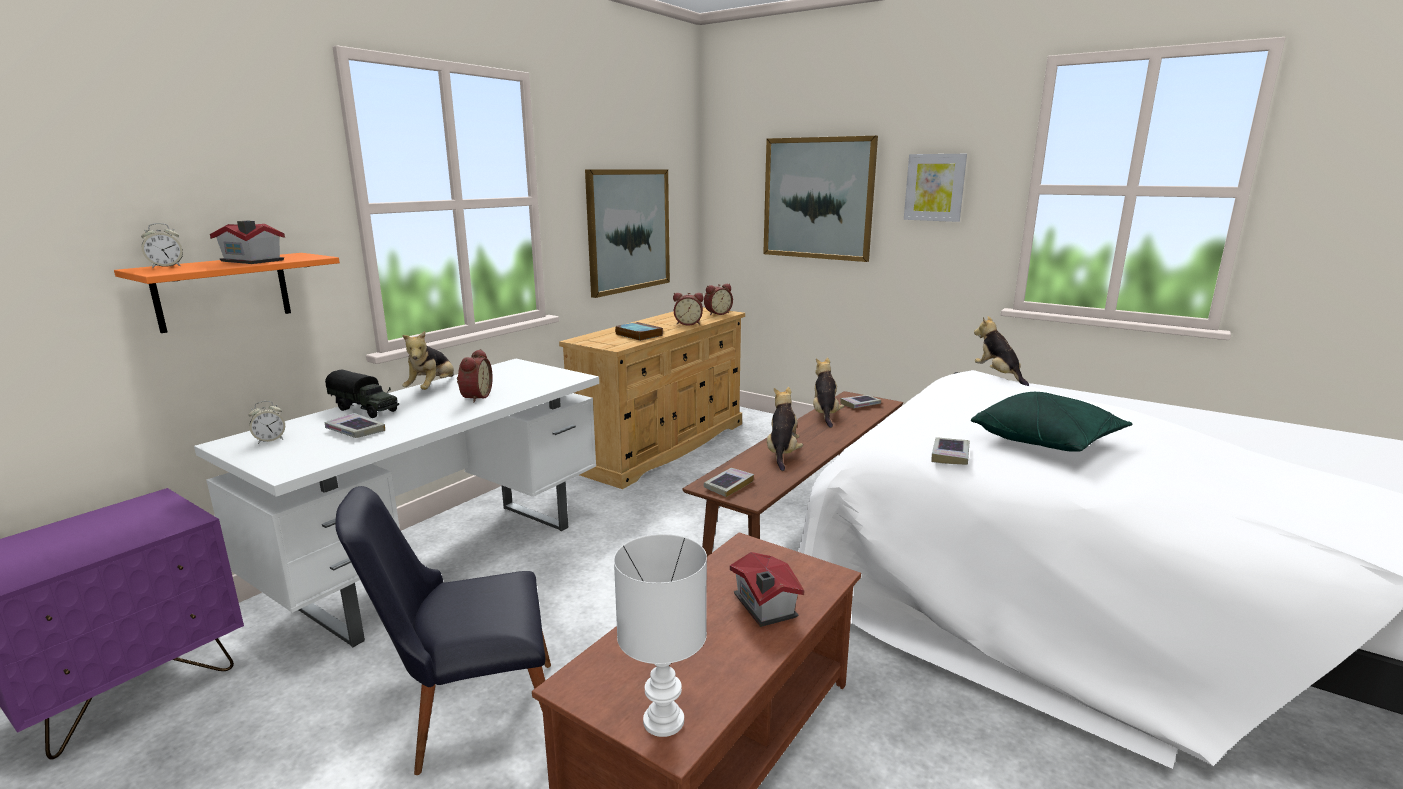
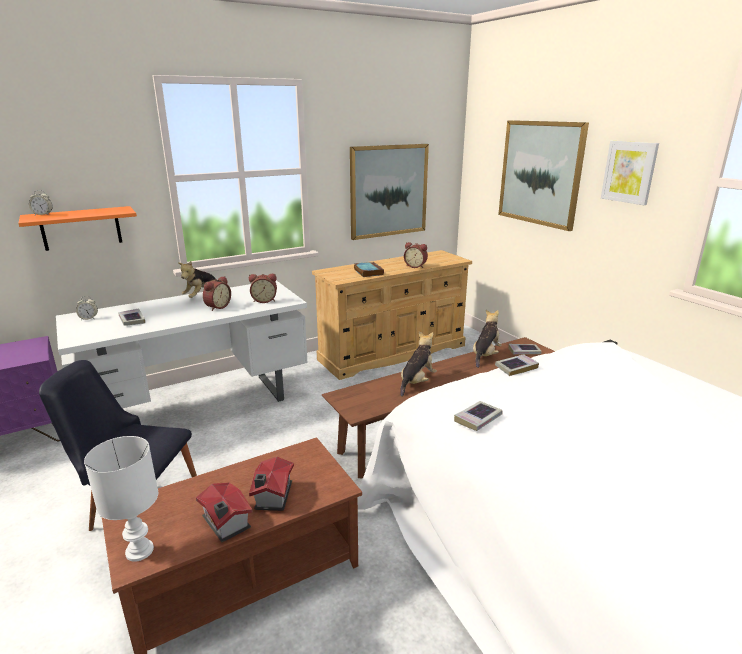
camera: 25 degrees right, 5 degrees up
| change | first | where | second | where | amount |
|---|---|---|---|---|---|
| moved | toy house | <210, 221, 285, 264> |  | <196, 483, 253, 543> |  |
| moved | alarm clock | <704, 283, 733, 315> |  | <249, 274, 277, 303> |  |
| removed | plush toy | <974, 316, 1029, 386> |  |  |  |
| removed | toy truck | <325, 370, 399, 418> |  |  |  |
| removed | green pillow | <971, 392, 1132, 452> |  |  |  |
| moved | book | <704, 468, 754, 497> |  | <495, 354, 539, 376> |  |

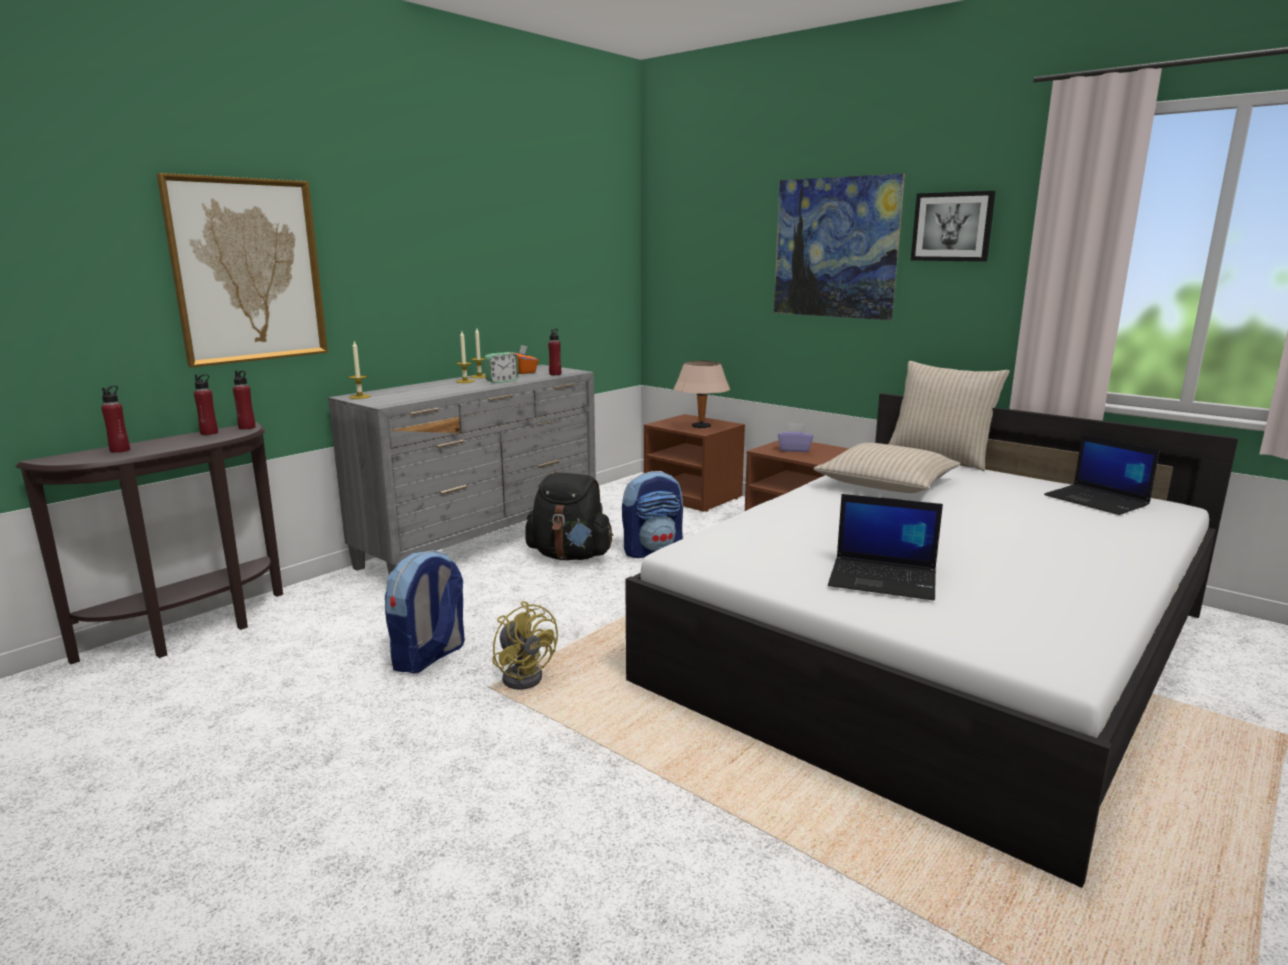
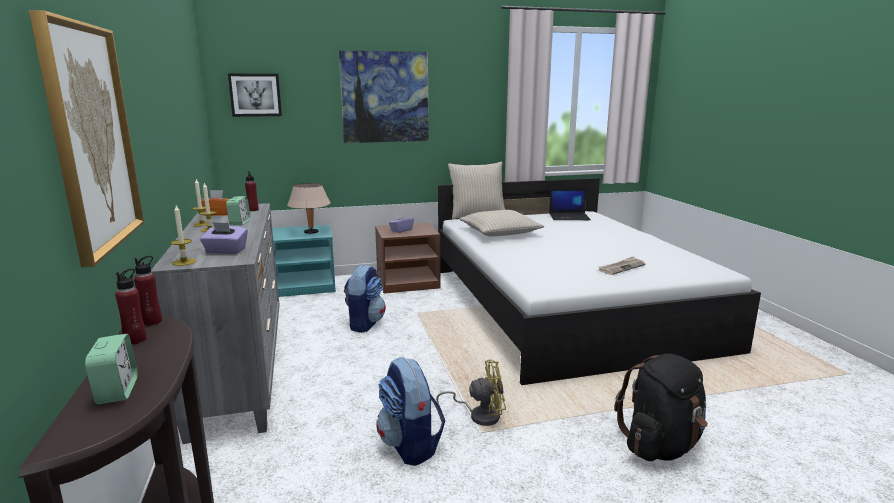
camera: 55 degrees left, 0 degrees up
| change | first | where | second | where | amount |
|---|---|---|---|---|---|
| moved | picture | <911, 191, 996, 262> |  | <228, 74, 282, 117> |  |
| replaced | red bottle | <101, 386, 130, 453> | alarm clock | <85, 334, 138, 404> |  |
| recoloured | brown nightstand | <644, 414, 745, 512> | turquoise nightstand | <272, 225, 336, 297> |  |
| moved | black backpack | <525, 473, 613, 560> |  | <614, 353, 708, 461> |  |
| replaced | laptop | <828, 494, 943, 600> | newspaper | <598, 257, 645, 275> |  |
| added |  |  | purple tissue box | <200, 222, 248, 254> |  |

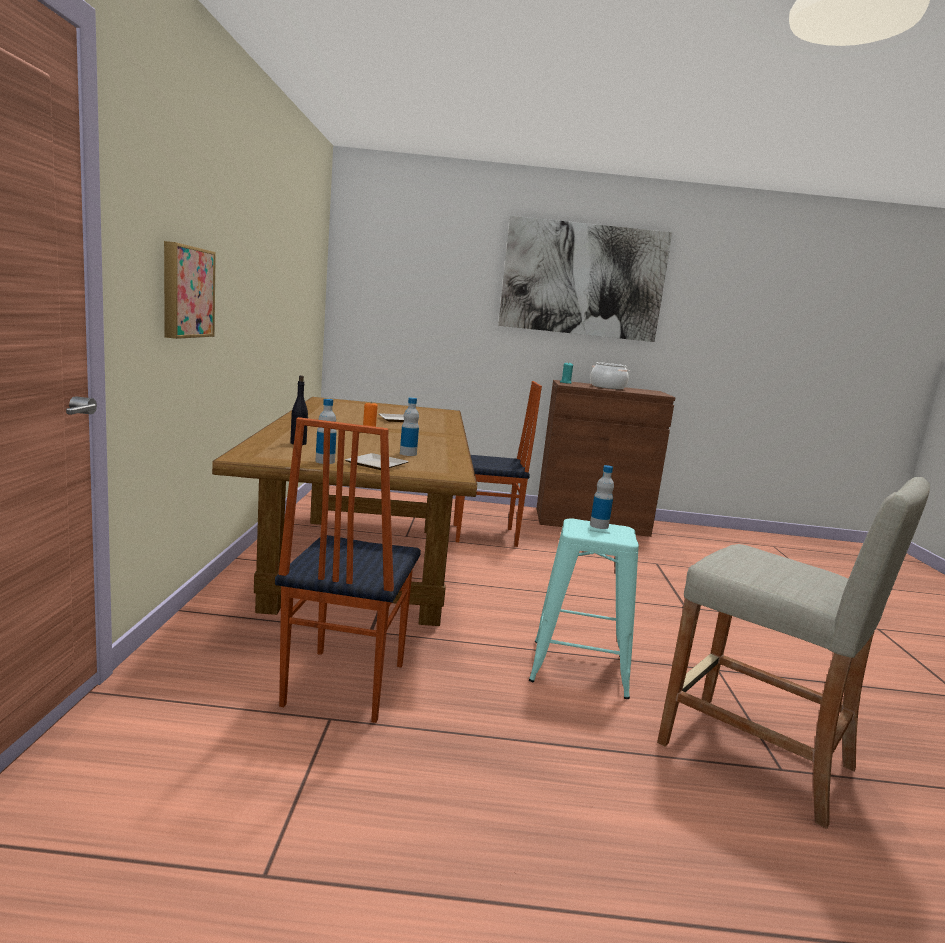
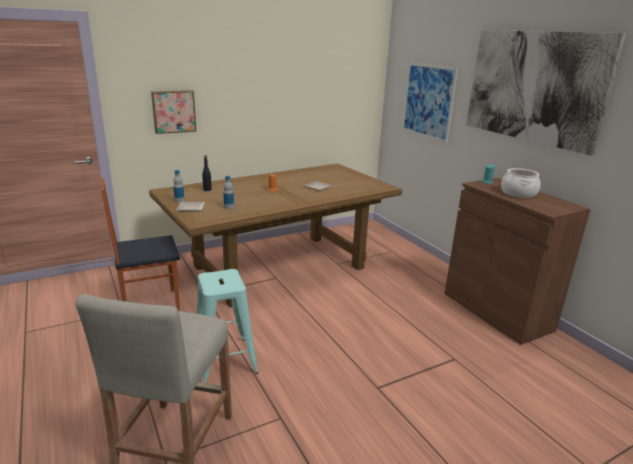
camera: 60 degrees right, 10 degrees up
| change | first | where | second | where | amount |
|---|---|---|---|---|---|
| removed | chair | <453, 381, 542, 547> |  |  |  |
| removed | bottle | <590, 465, 614, 529> |  |  |  |
| added |  |  | picture | <402, 62, 458, 143> |  |

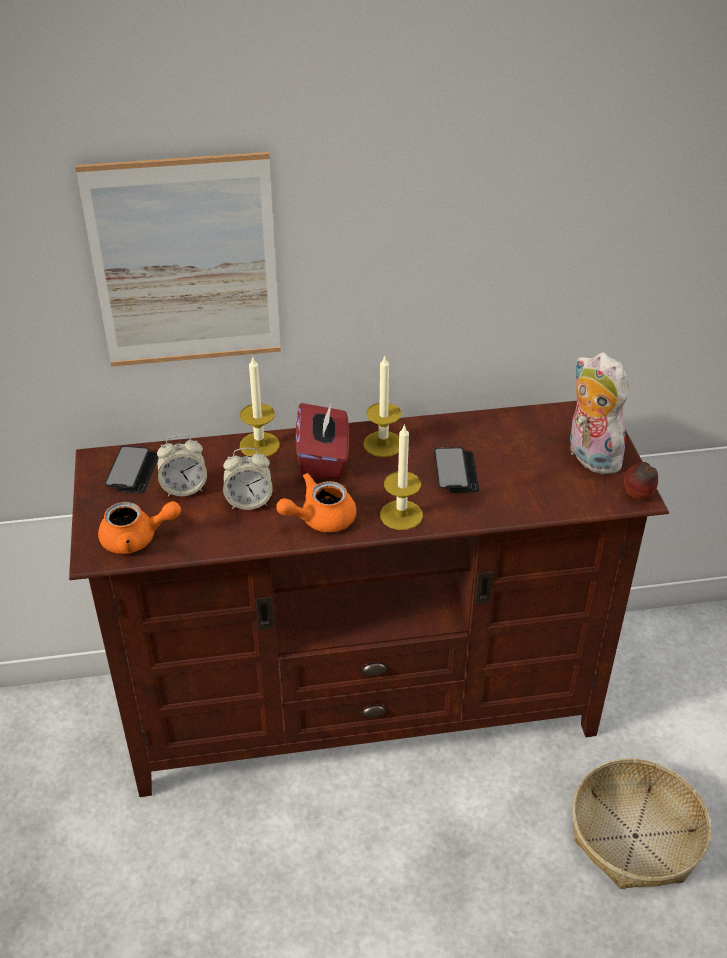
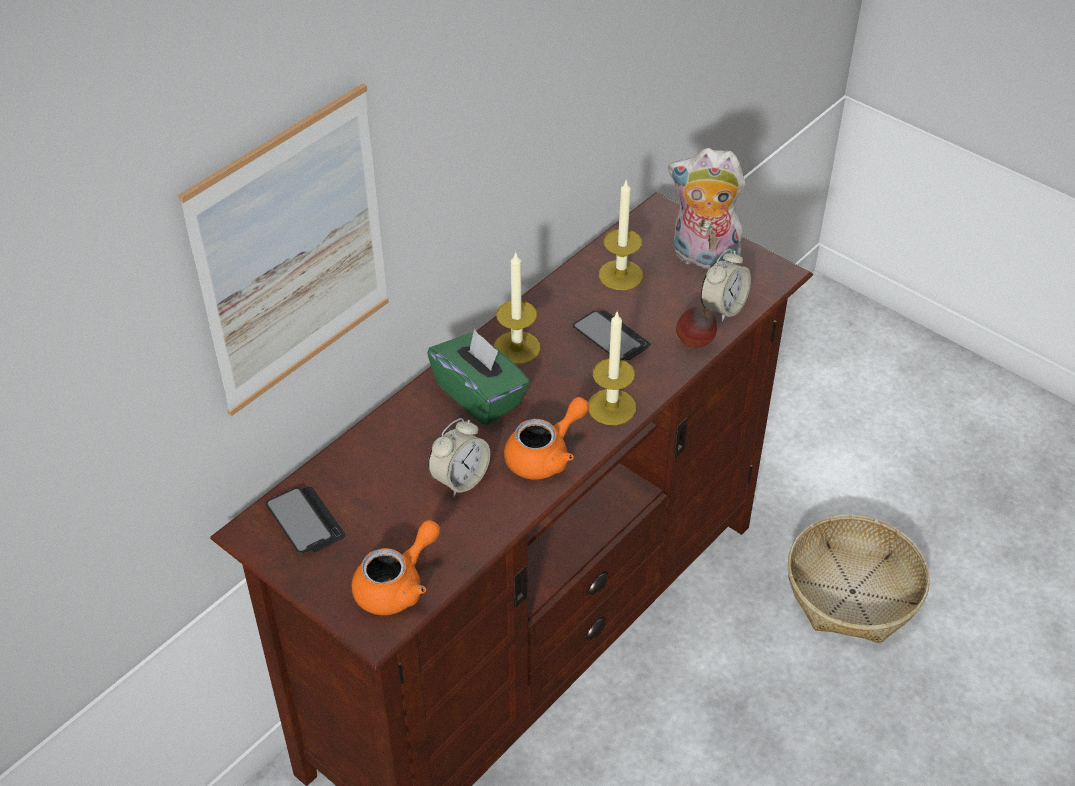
camera: 40 degrees left, 5 degrees up
| change | first | where | second | where | amount |
|---|---|---|---|---|---|
| moved | candle | <240, 356, 280, 457> |  | <599, 180, 643, 290> |  |
| recoloured | red tissue box | <296, 402, 349, 479> | green tissue box | <427, 328, 530, 426> |  |
| moved | alarm clock | <157, 435, 207, 497> |  | <701, 249, 751, 322> |  |
| moved | apple | <624, 462, 658, 500> |  | <676, 307, 717, 348> |  |
| turned | orange teapot | <276, 473, 357, 533> |  | <504, 397, 589, 480> | 150 degrees counterclockwise |

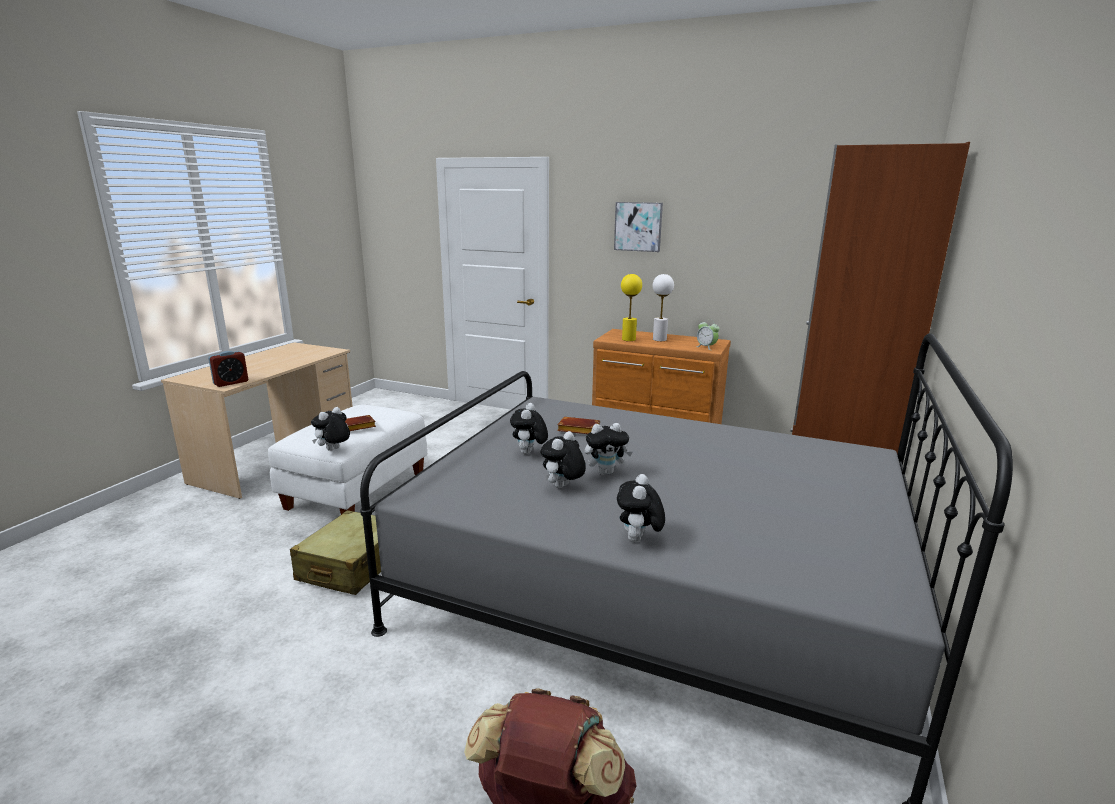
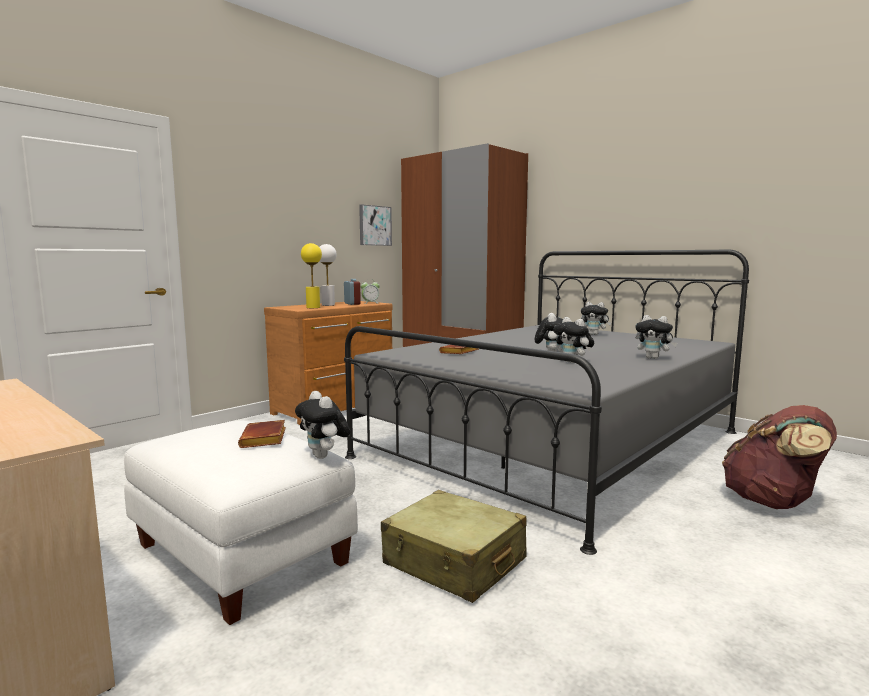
camera: 70 degrees left, 10 degrees down
| change | first | where | second | where | amount |
|---|---|---|---|---|---|
| moved | picture | <614, 202, 663, 252> |  | <359, 204, 392, 246> |  |
| moved | alarm clock | <208, 351, 248, 387> |  | <344, 279, 361, 305> |  |
| moved | plush toy | <510, 403, 548, 454> |  | <581, 302, 612, 335> |  |

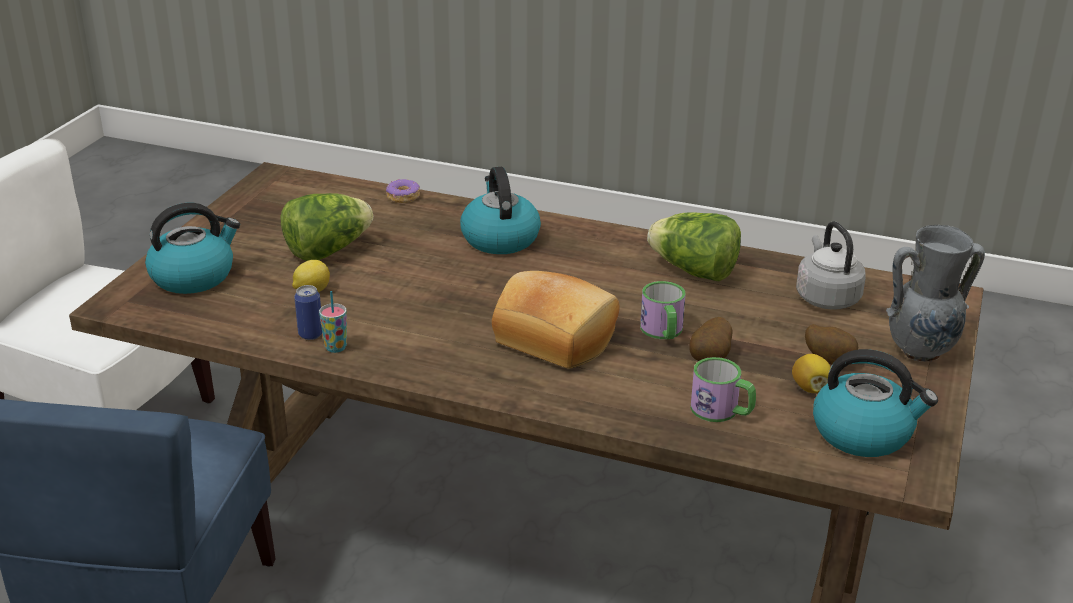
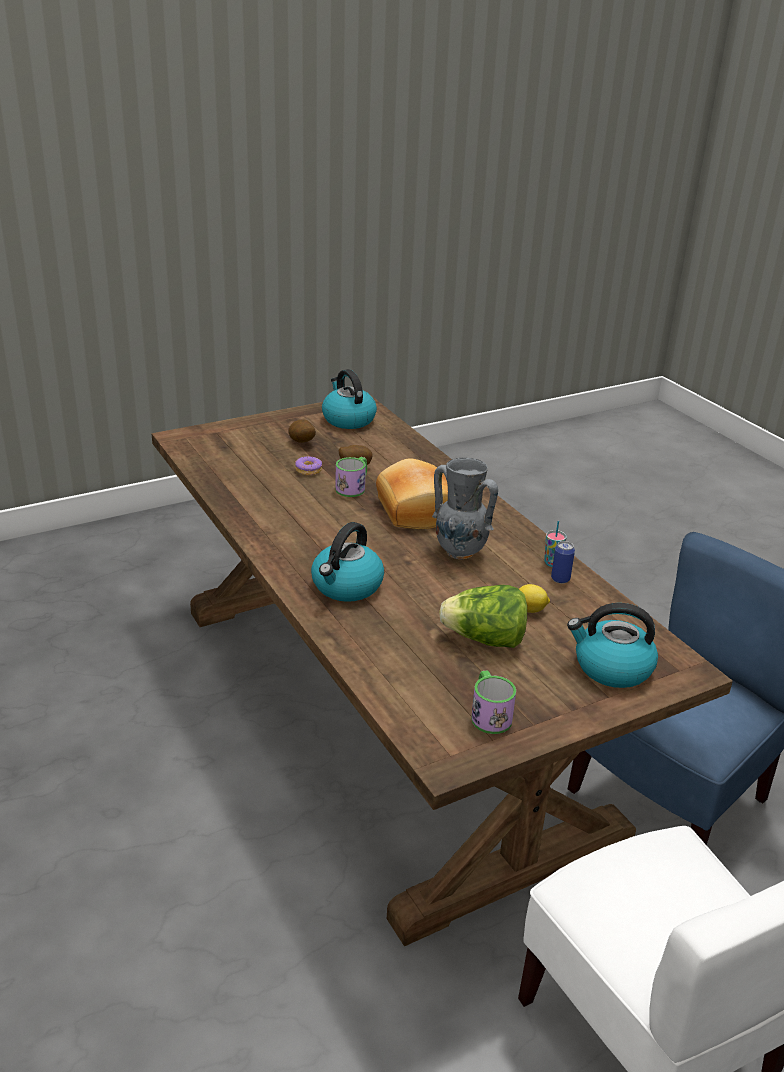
camera: 140 degrees left, 0 degrees up
| change | first | where | second | where | amount |
|---|---|---|---|---|---|
| moved | donut | <386, 179, 420, 203> |  | <295, 456, 322, 475> |  |
| removed | lettuce | <647, 212, 741, 281> |  |  |  |
| removed | grey kettle | <796, 221, 866, 310> |  |  |  |
| moved | grey vase | <886, 225, 985, 362> |  | <432, 458, 498, 559> |  |
| removed | lemon | <792, 354, 831, 393> |  |  |  |
| moved | mug | <691, 357, 756, 422> |  | <471, 670, 516, 734> |  |

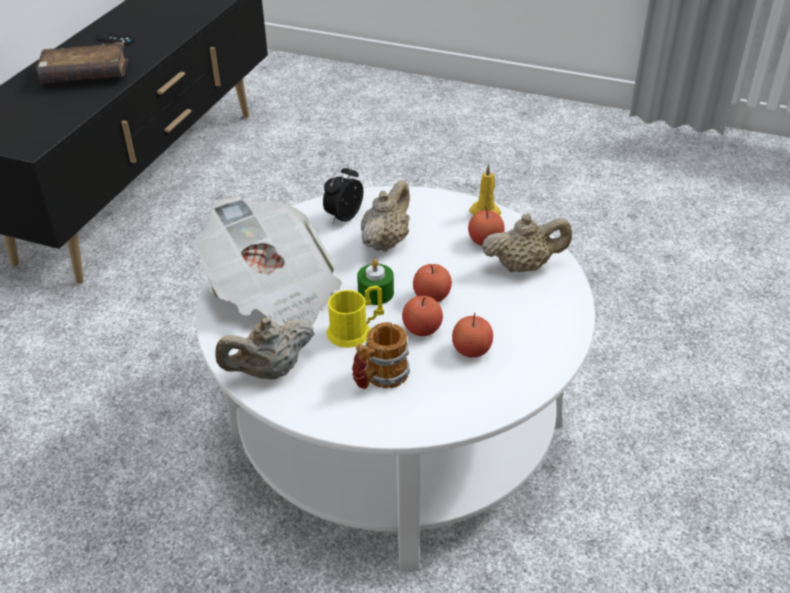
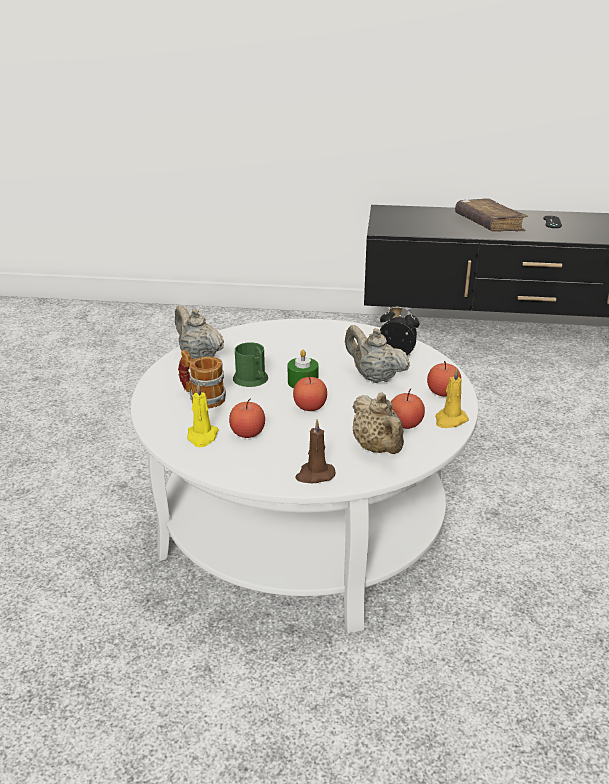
camera: 75 degrees right, 10 degrees down
| change | first | where | second | where | amount |
|---|---|---|---|---|---|
| turned | beige teapot | <361, 180, 410, 252> |  | <345, 325, 410, 383> | 150 degrees counterclockwise |
| removed | newspaper | <195, 197, 342, 326> |  |  |  |
| recoloured | yellow mug | <326, 286, 384, 348> | green mug | <233, 342, 268, 387> |  |
| moved | apple | <402, 295, 443, 336> |  | <427, 361, 461, 396> |  |
| added |  |  | yellow candle | <187, 383, 219, 447> |  |
| added |  |  | brown candle | <295, 419, 336, 483> |  |

